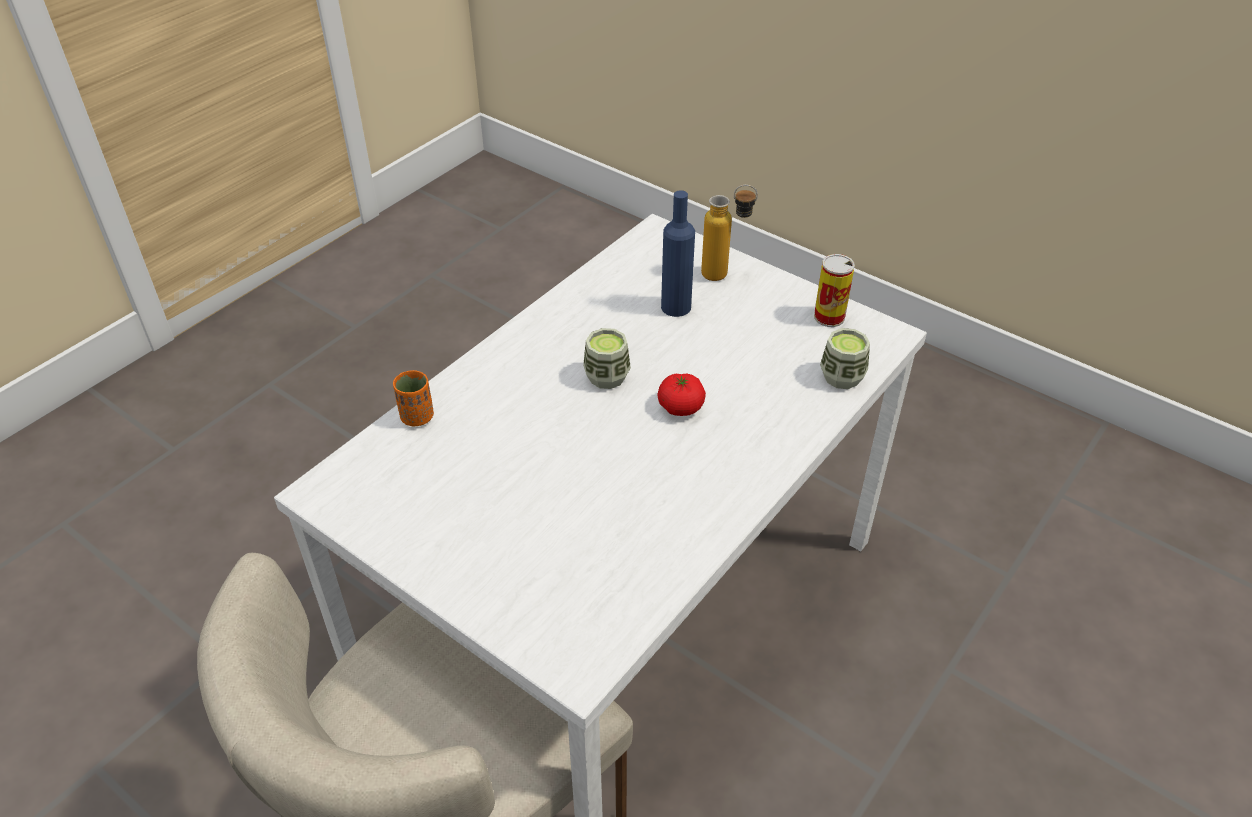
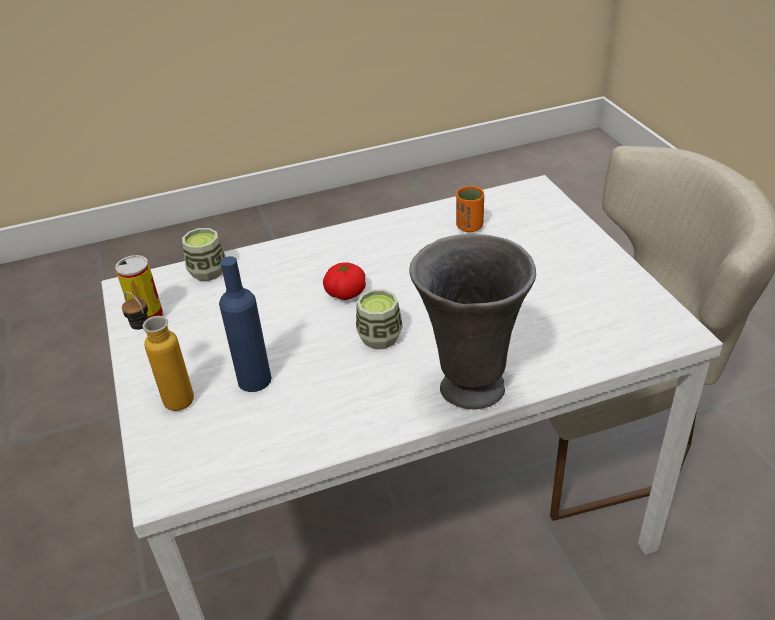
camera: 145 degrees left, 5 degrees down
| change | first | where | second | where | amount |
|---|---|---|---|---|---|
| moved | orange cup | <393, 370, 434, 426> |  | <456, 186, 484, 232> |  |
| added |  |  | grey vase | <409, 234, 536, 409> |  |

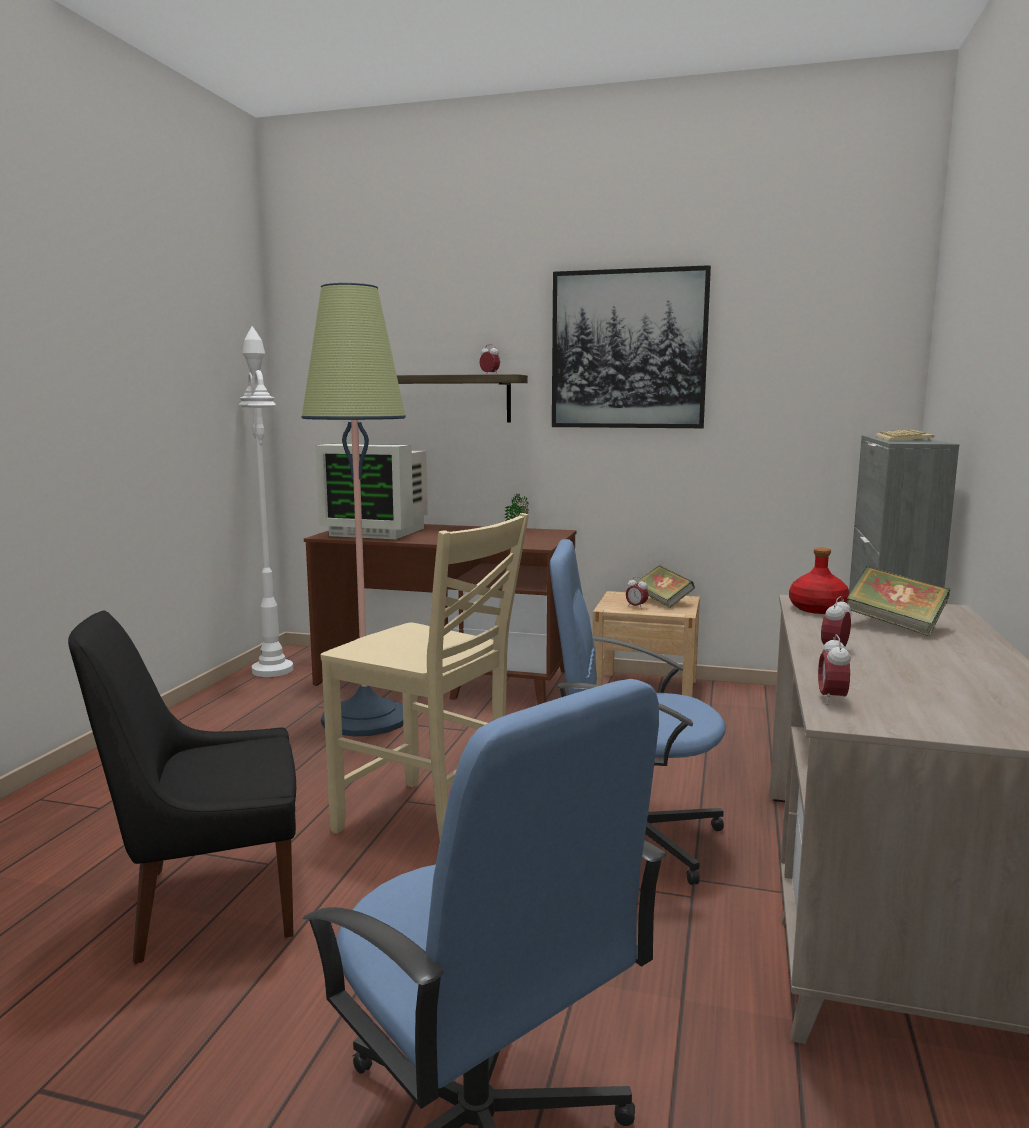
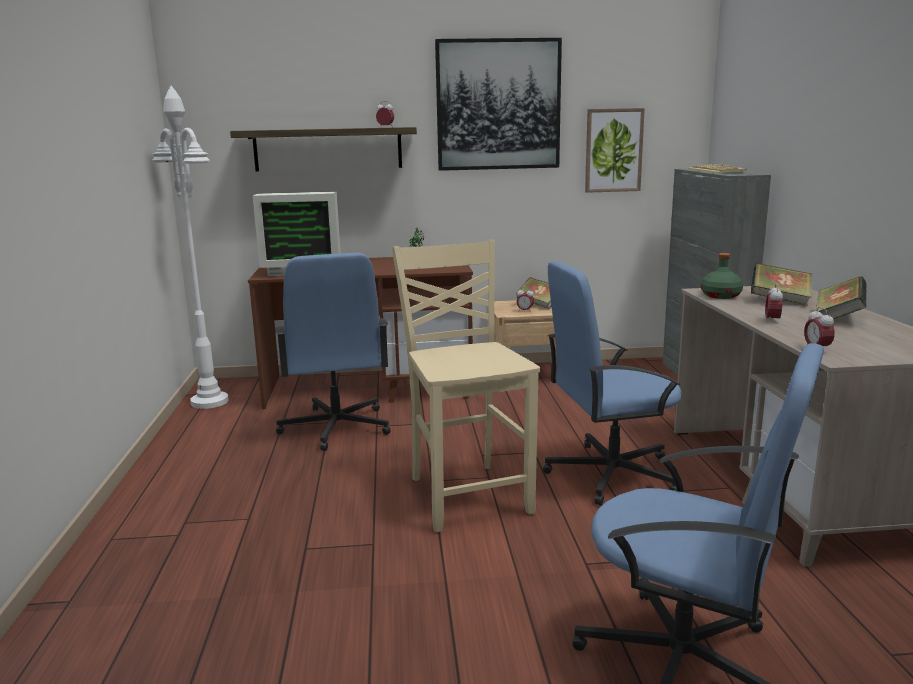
camera: 20 degrees left, 5 degrees up
| change | first | where | second | where | amount |
|---|---|---|---|---|---|
| replaced | floor lamp | <302, 283, 406, 737> | blue office chair | <275, 253, 391, 451> |  |
| turned | beige chair | <321, 513, 529, 839> |  | <392, 240, 540, 533> | 120 degrees counterclockwise |
| recoloured | red bottle | <789, 548, 850, 614> | green bottle | <701, 253, 743, 299> |  |
| removed | black chair | <68, 611, 296, 964> |  |  |  |
| added |  |  | picture | <585, 108, 645, 193> |  |
| added |  |  | book | <816, 276, 867, 319> |  |

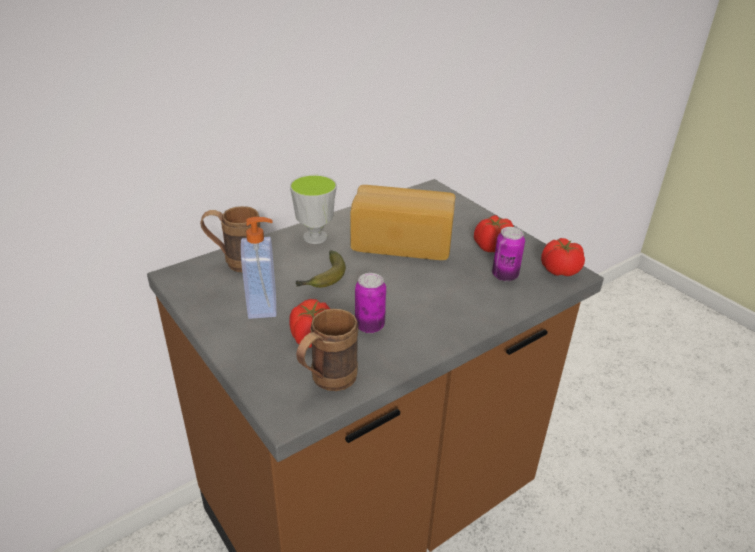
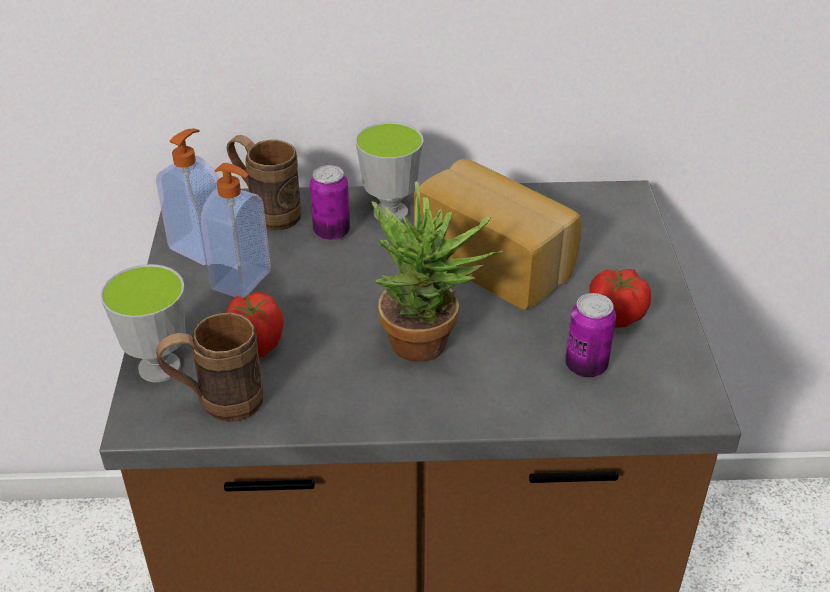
camera: 35 degrees right, 5 degrees up
| change | first | where | second | where | amount |
|---|---|---|---|---|---|
| removed | tomato | <541, 238, 585, 276> |  |  |  |
| removed | banana | <296, 250, 346, 288> |  |  |  |
| moved | can | <355, 273, 386, 333> |  | <310, 165, 350, 241> |  |
| added |  |  | soap dispenser | <156, 129, 219, 265> |  |
| added |  |  | potted plant | <372, 181, 503, 362> |  |
| added |  |  | cup | <101, 264, 186, 382> |  |

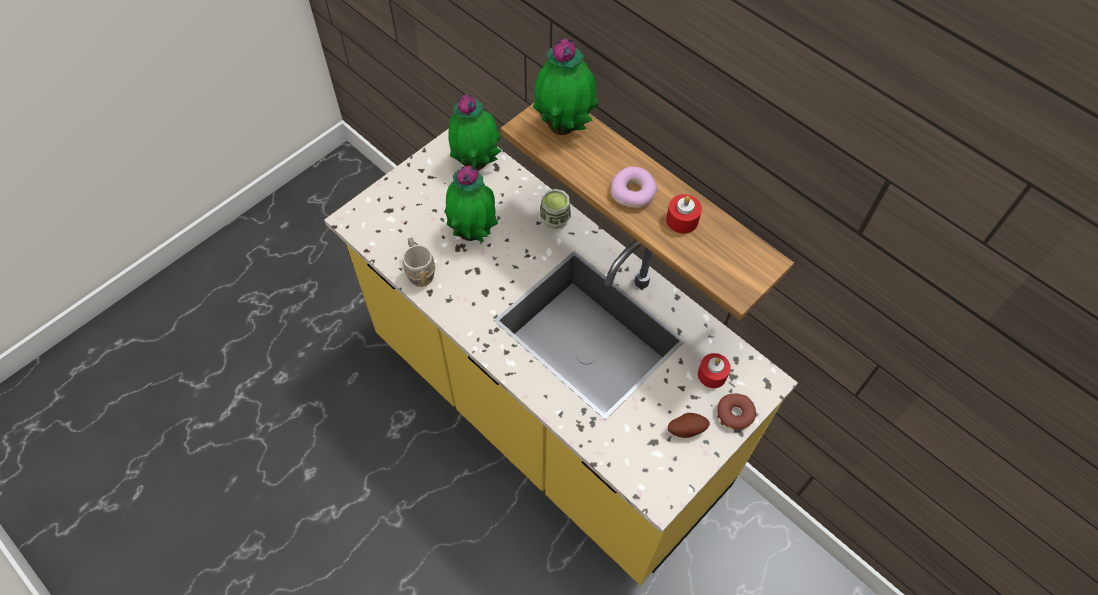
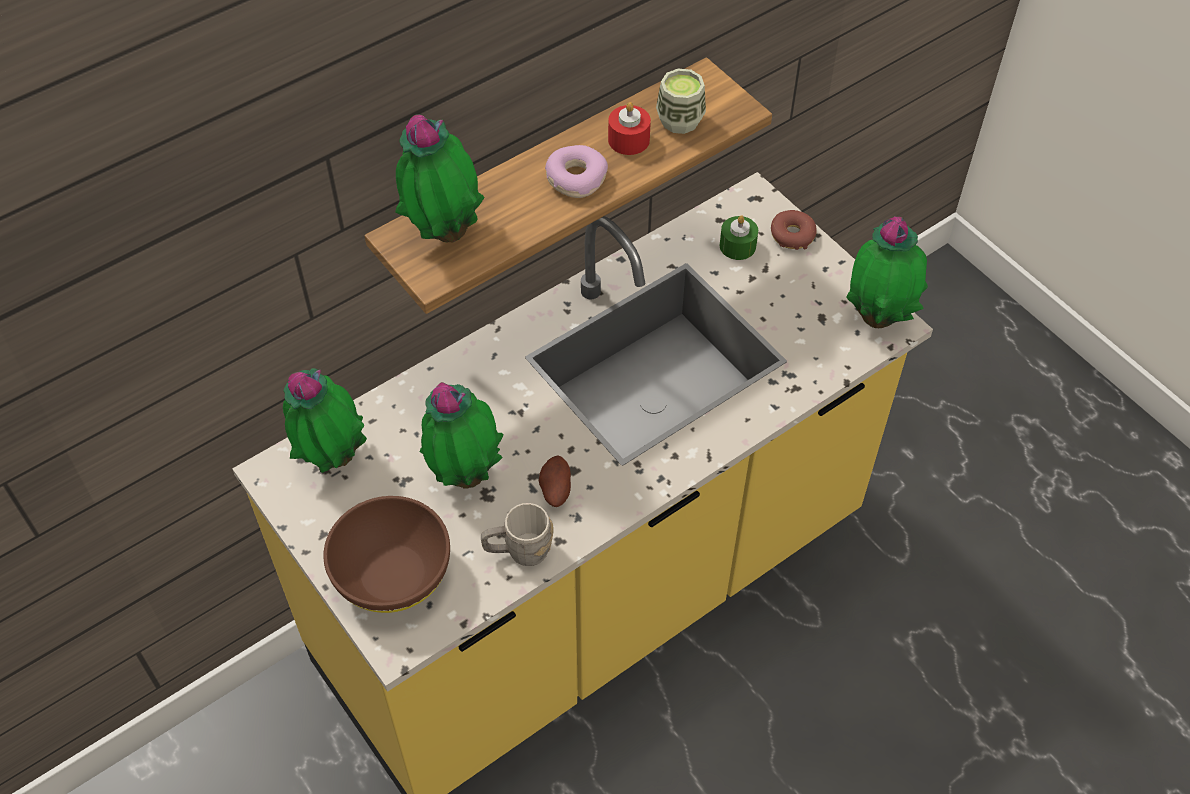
camera: 80 degrees left, 5 degrees down
| change | first | where | second | where | amount |
|---|---|---|---|---|---|
| moved | cup | <540, 189, 571, 229> |  | <656, 69, 706, 134> |  |
| recoloured | red candle | <698, 353, 731, 388> | green candle | <720, 215, 758, 260> |  |
| moved | potato | <668, 413, 710, 438> |  | <539, 455, 571, 507> |  |
| added |  |  | potted plant | <846, 216, 928, 328> |  |
| added |  |  | brown bowl | <323, 496, 450, 613> |  |

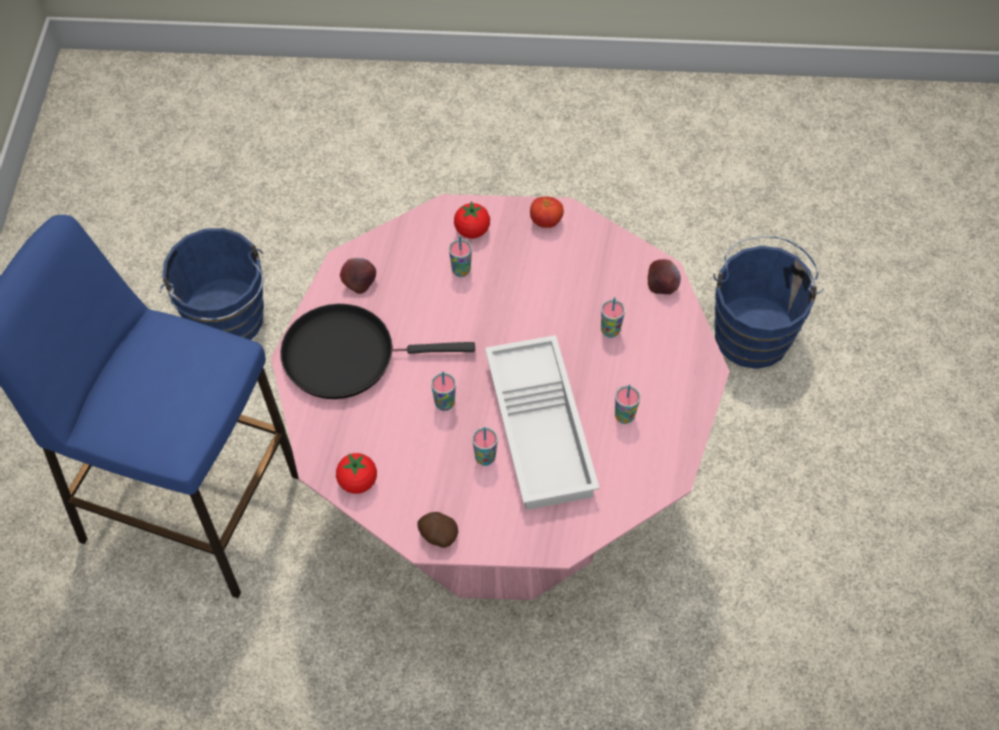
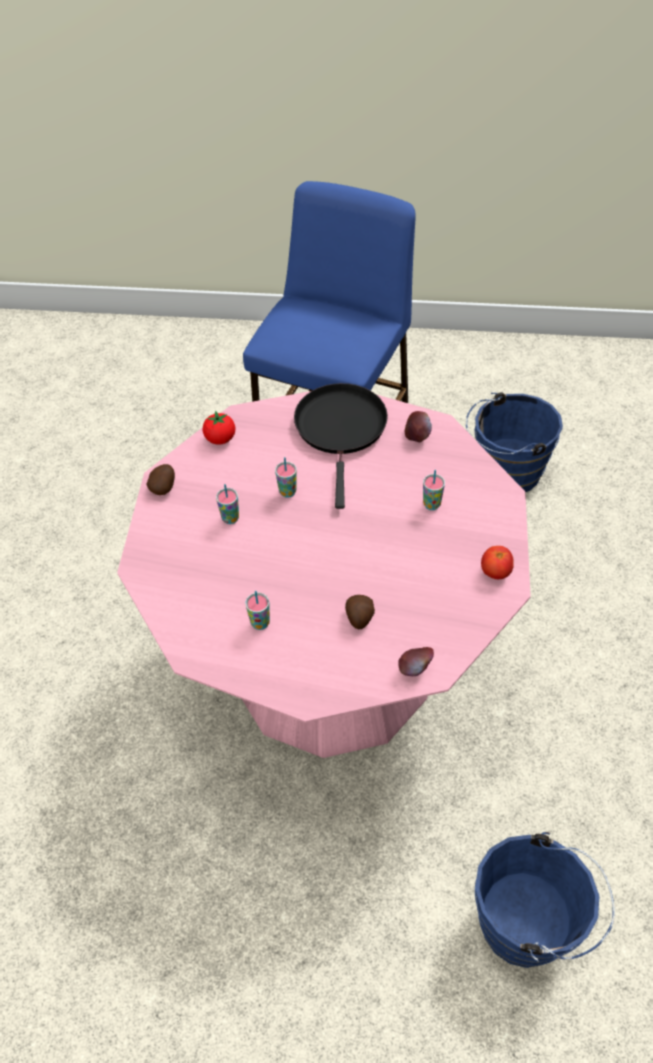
camera: 95 degrees right, 5 degrees down
| change | first | where | second | where | amount |
|---|---|---|---|---|---|
| removed | tomato | <454, 201, 490, 238> |  |  |  |
| replaced | cup | <601, 297, 625, 338> | potato | <345, 595, 375, 629> |  |
| removed | white tray | <485, 335, 599, 510> |  |  |  |

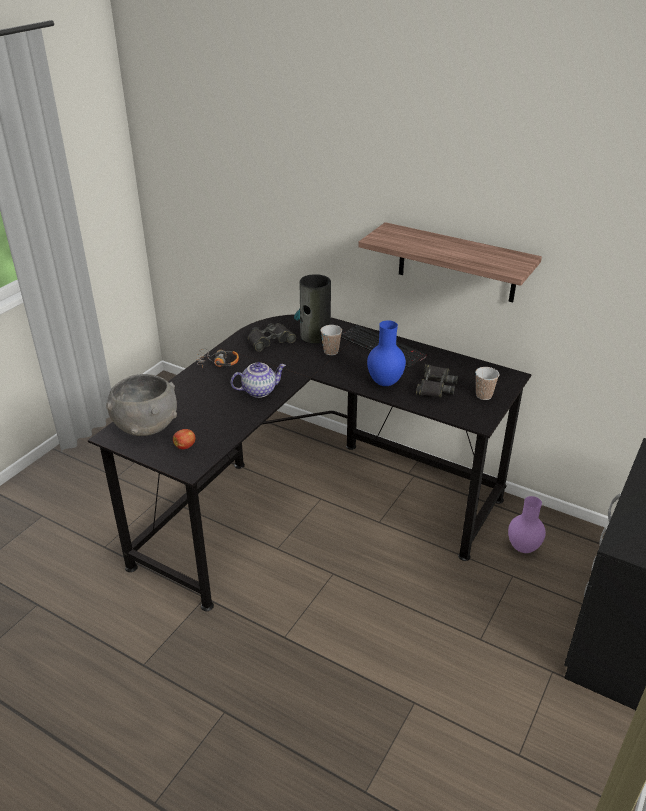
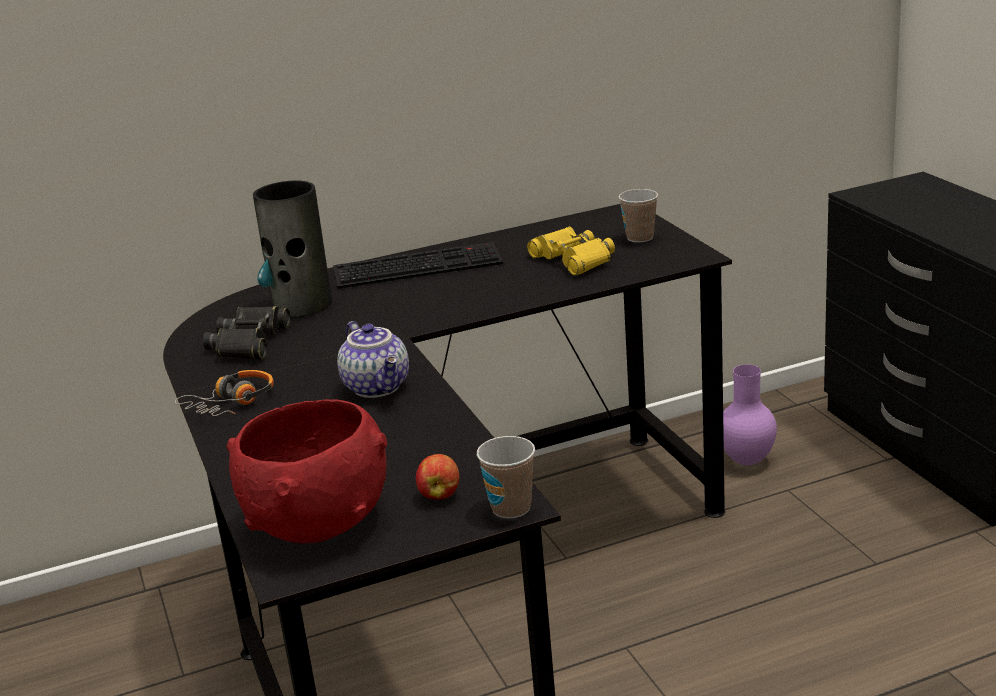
camera: 50 degrees left, 10 degrees down
| change | first | where | second | where | amount |
|---|---|---|---|---|---|
| removed | shelf | <358, 222, 542, 303> |  |  |  |
| removed | blue vase | <367, 320, 406, 386> |  |  |  |
| moved | cup | <320, 325, 342, 355> |  | <477, 436, 535, 519> |  |
| turned | teapot | <231, 362, 286, 398> |  | <337, 321, 409, 398> | 135 degrees clockwise |
| recoloured | black binoculars | <416, 364, 458, 398> | yellow binoculars | <527, 226, 615, 276> |  |
| recoloured | grey bowl | <106, 374, 177, 436> | red bowl | <227, 399, 387, 544> |  |

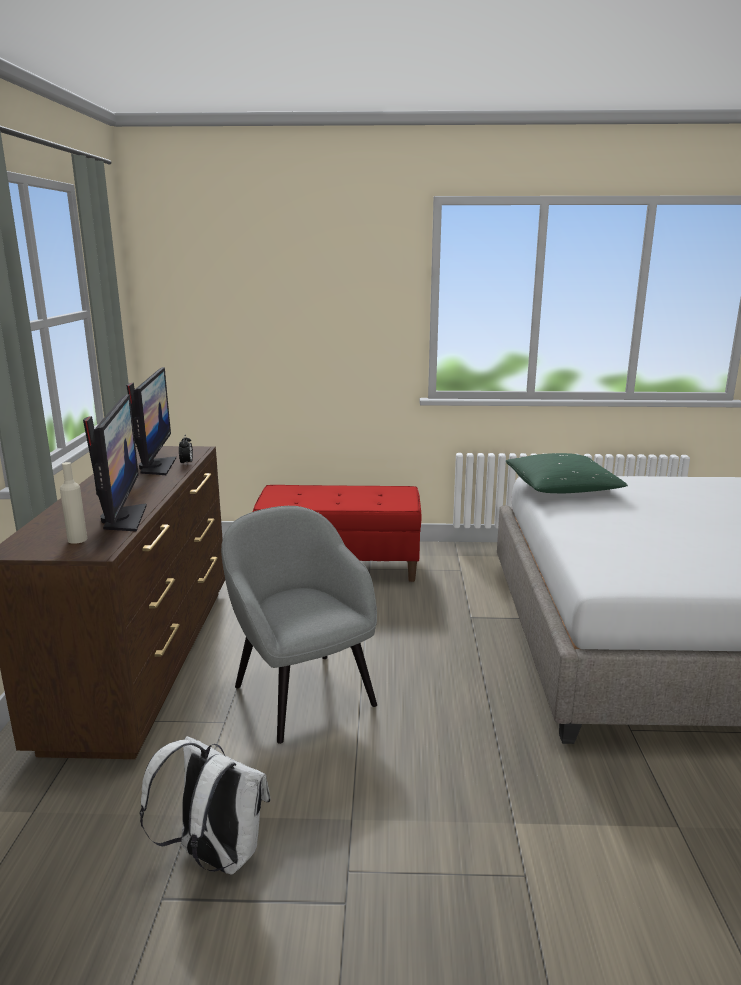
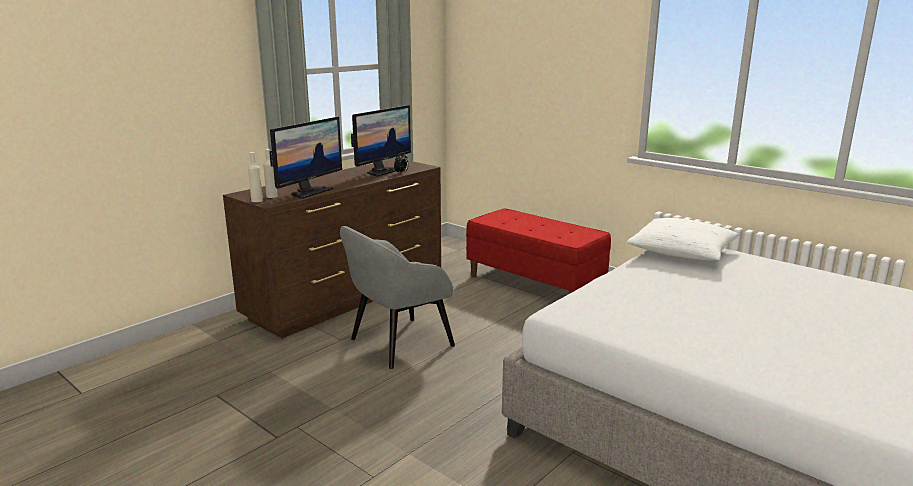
camera: 40 degrees right, 0 degrees up
| change | first | where | second | where | amount |
|---|---|---|---|---|---|
| recoloured | green pillow | <505, 453, 628, 493> | white pillow | <627, 218, 739, 261> |  |
| turned | grey armchair | <221, 506, 377, 744> |  | <340, 226, 455, 369> | 135 degrees counterclockwise |
| removed | white backpack | <139, 736, 271, 875> |  |  |  |
| added |  |  | beige bottle | <248, 152, 263, 202> |  |

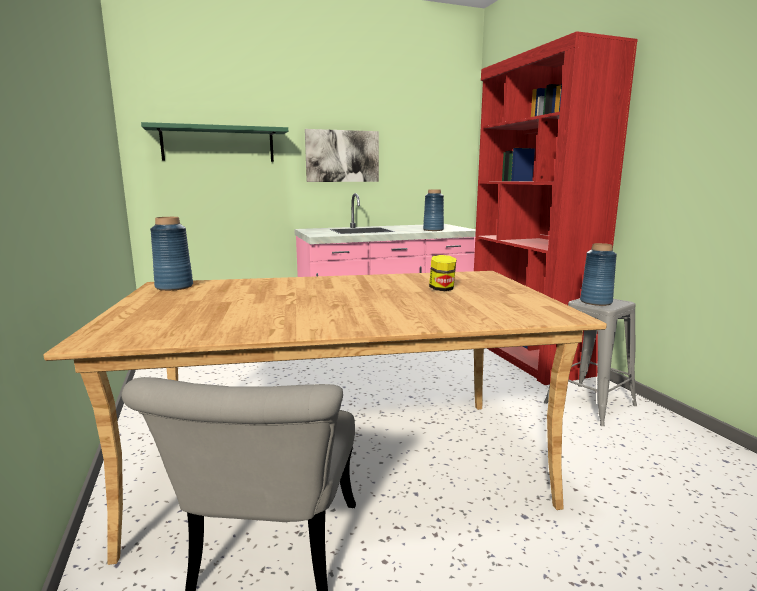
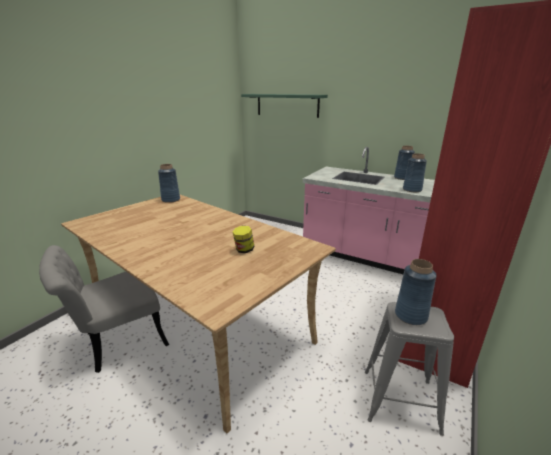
camera: 50 degrees right, 10 degrees up
| change | first | where | second | where | amount |
|---|---|---|---|---|---|
| removed | picture | <305, 129, 379, 182> |  |  |  |
| added |  |  | blue vase | <394, 146, 415, 180> |  |

